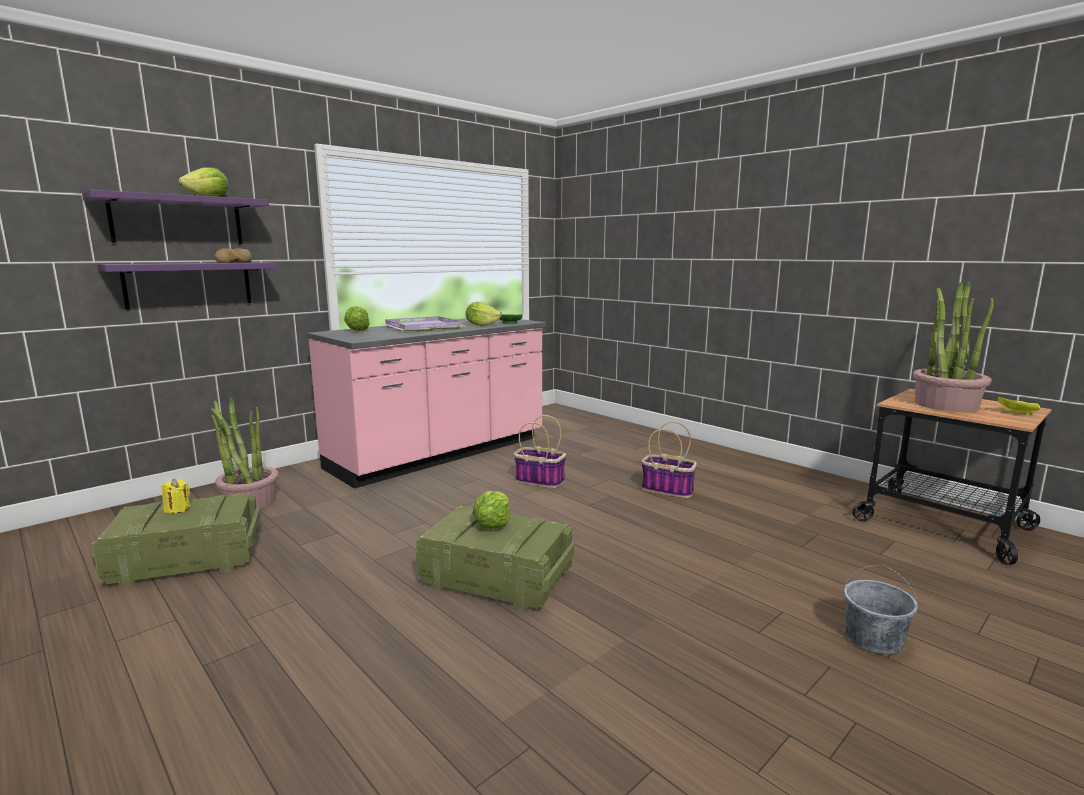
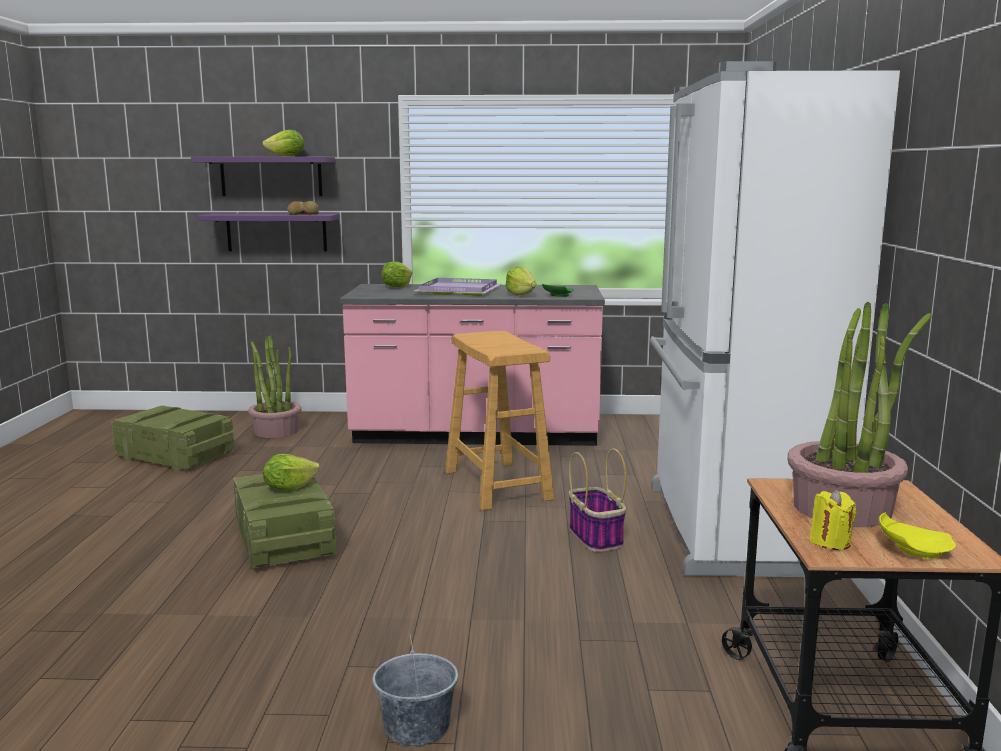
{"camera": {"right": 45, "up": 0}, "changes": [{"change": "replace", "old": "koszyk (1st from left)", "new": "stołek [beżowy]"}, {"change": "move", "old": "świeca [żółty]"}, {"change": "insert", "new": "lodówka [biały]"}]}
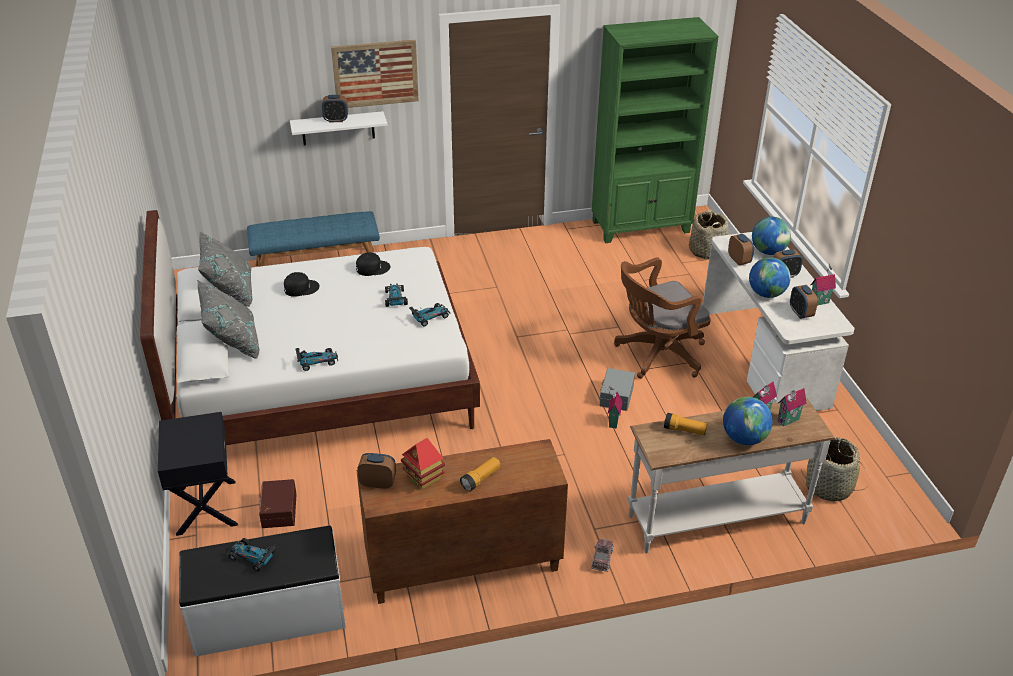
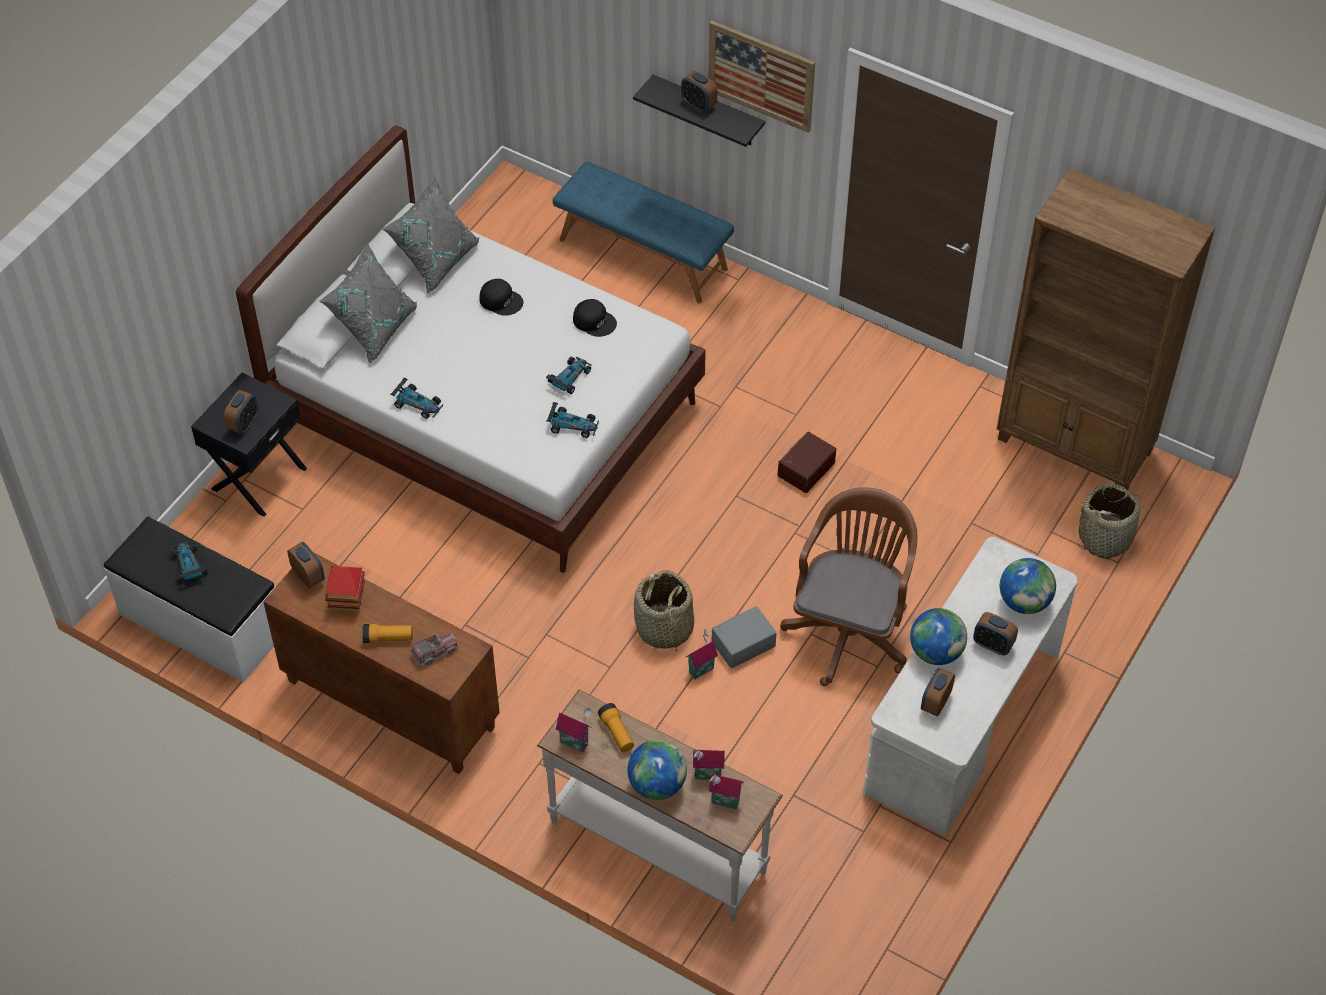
{"camera": {"right": 45, "up": 15}, "changes": [{"change": "recolor", "old": "regał [zielony]", "new": "regał [brązowy]"}, {"change": "recolor", "old": "półka [biały]", "new": "półka [czarny]"}, {"change": "move", "old": "budzik (3rd from left in the first image)", "new": "budzik (1st from left)"}, {"change": "rotate", "old": "krzesło biurowe [brązowy]", "degrees": 90}, {"change": "move", "old": "domek (5th from left in the first image)", "new": "domek (2nd from left)"}, {"change": "move", "old": "koszyk (2nd from left in the first image)", "new": "koszyk (1st from left)"}, {"change": "move", "old": "pojemnik do przechowywania [brązowy]"}, {"change": "move", "old": "ciężarówka zabawkowa"}]}
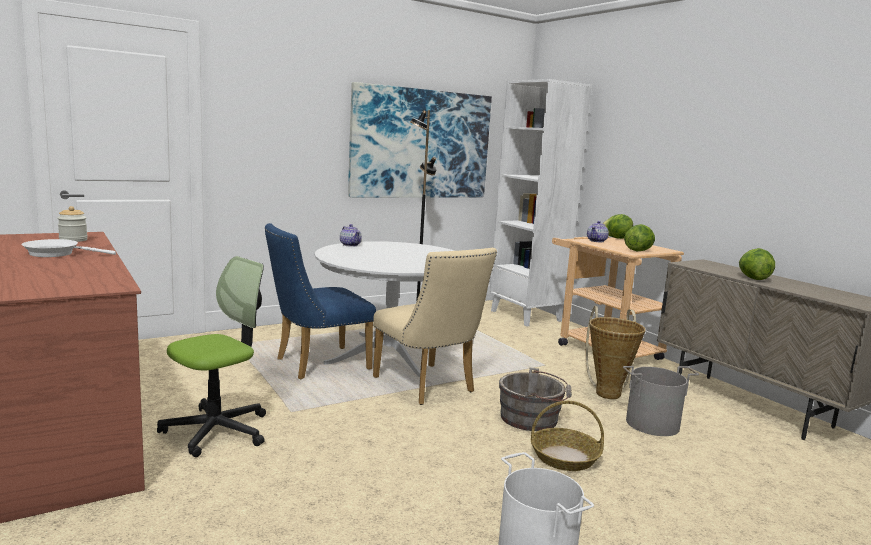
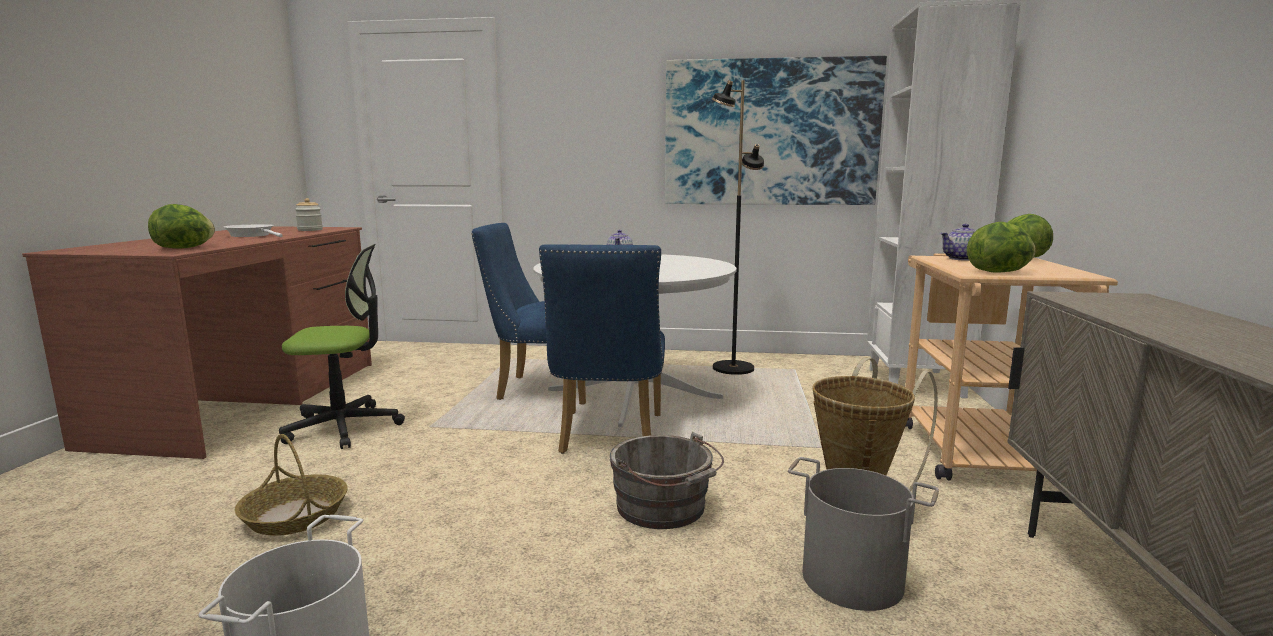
{"camera": {"right": 40, "up": 0}, "changes": [{"change": "recolor", "old": "krzesło [beżowy]", "new": "krzesło [niebieski] (2nd from left)"}, {"change": "move", "old": "sałata (3rd from left in the first image)", "new": "sałata (1st from left)"}, {"change": "move", "old": "koszyk (1st from left)"}]}
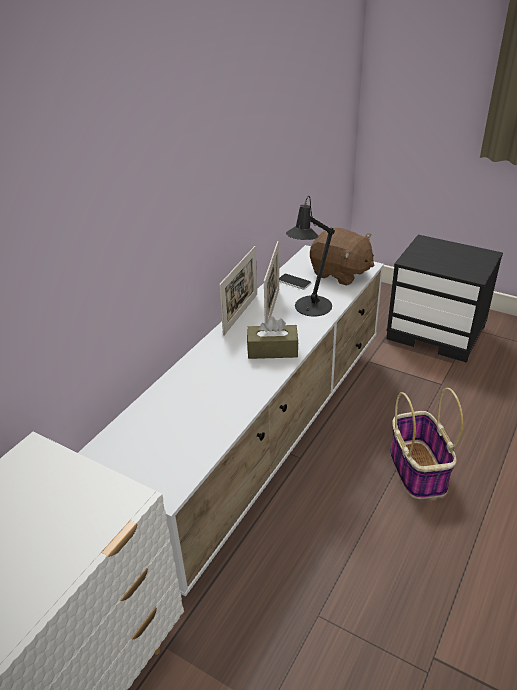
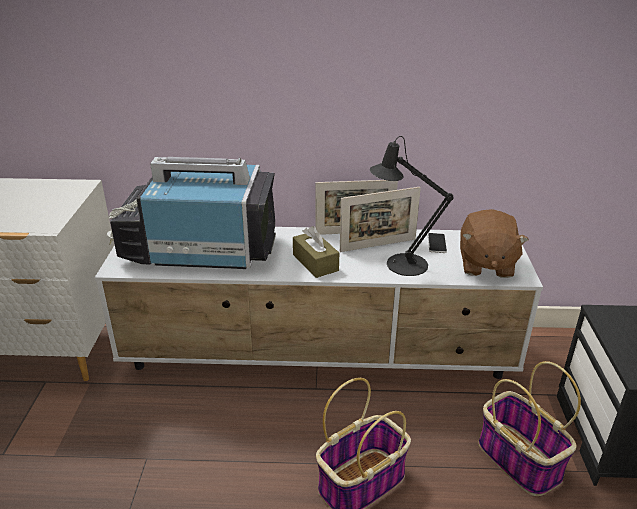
{"camera": {"right": 60, "up": -5}, "changes": [{"change": "insert", "new": "telewizor"}, {"change": "insert", "new": "koszyk (2nd from left)"}]}
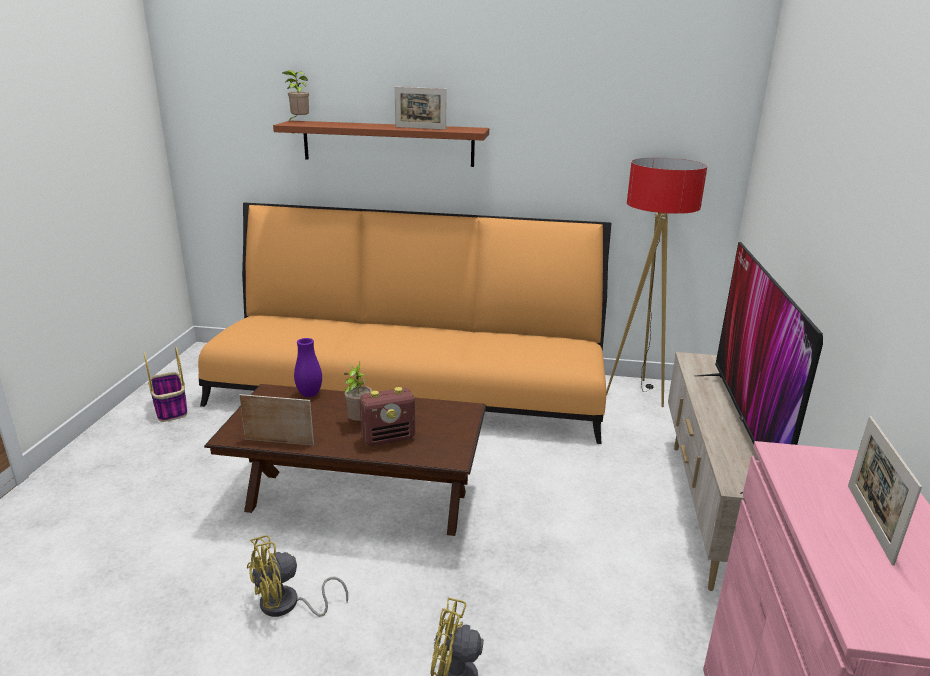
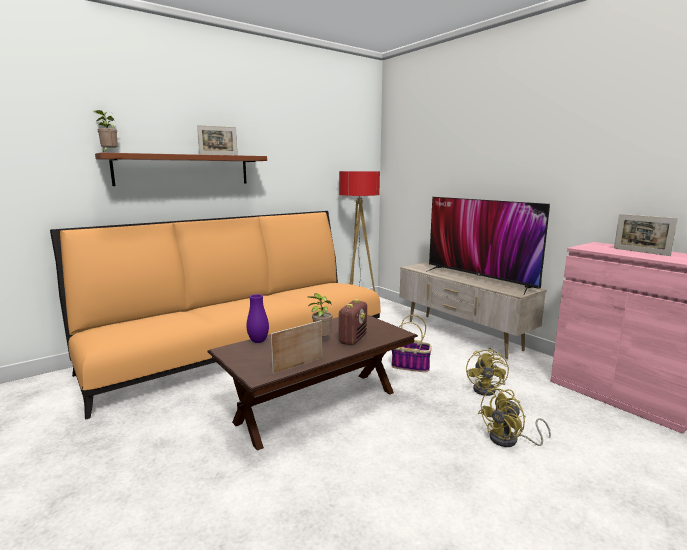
{"camera": {"right": -45, "up": -10}, "changes": [{"change": "move", "old": "koszyk"}, {"change": "move", "old": "wentylator [żółty] (1st from left)"}]}
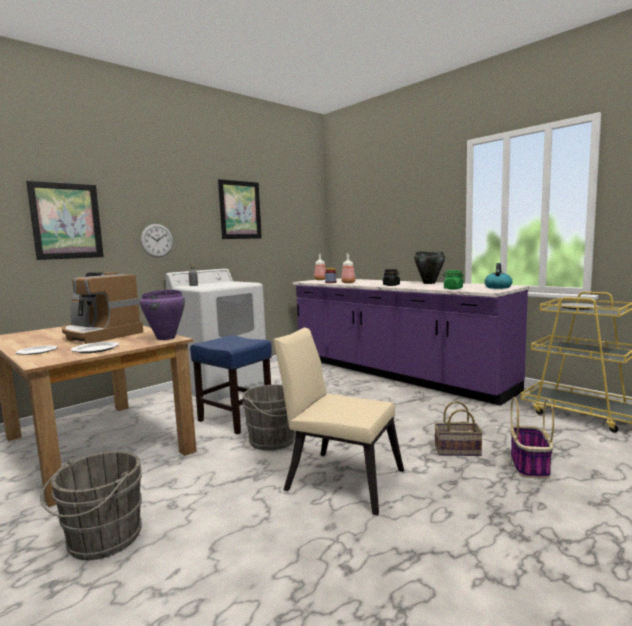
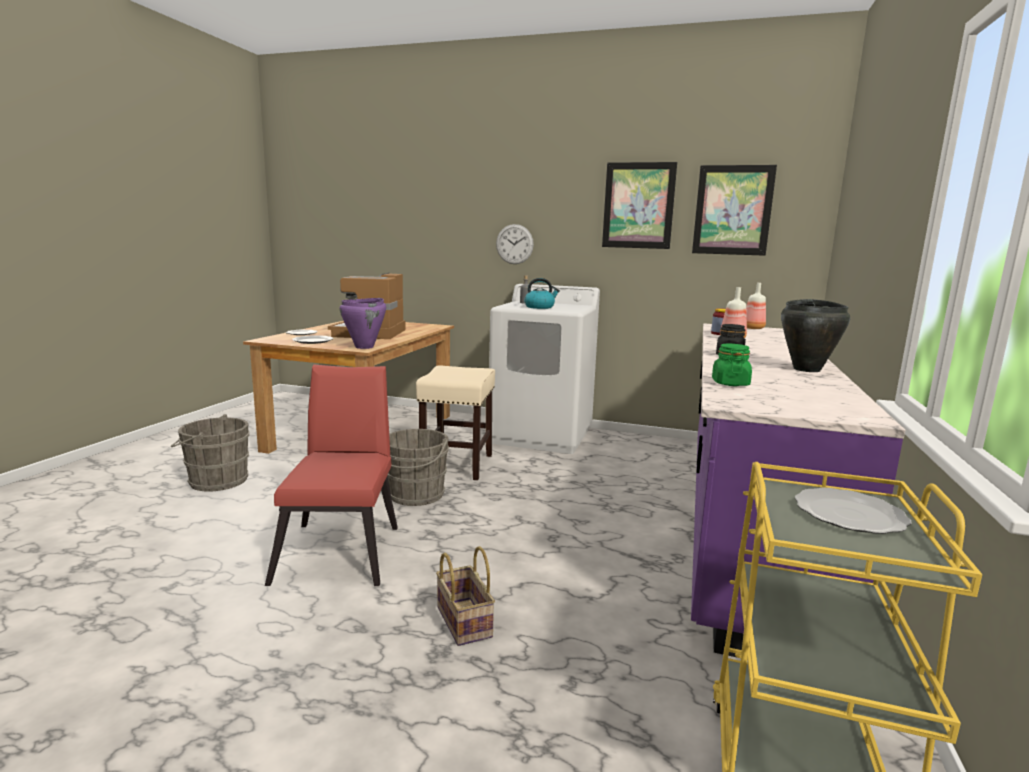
{"camera": {"right": 60, "up": 5}, "changes": [{"change": "move", "old": "obraz (1st from left in the first image)", "new": "obraz (2nd from left)"}, {"change": "move", "old": "czajnik"}, {"change": "recolor", "old": "krzesło [beżowy]", "new": "krzesło [czerwony]"}, {"change": "recolor", "old": "stołek [niebieski]", "new": "stołek [beżowy]"}, {"change": "delete", "old": "koszyk (2nd from left)"}]}
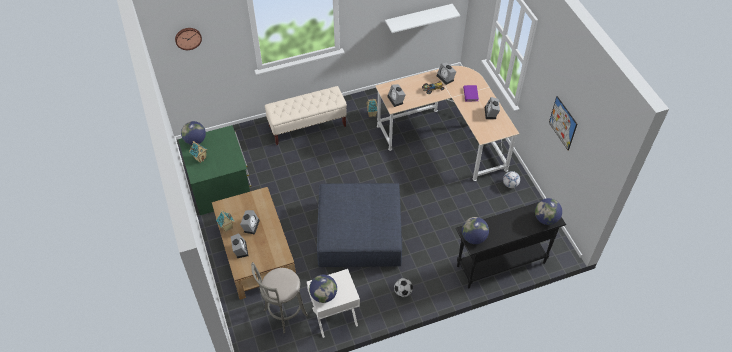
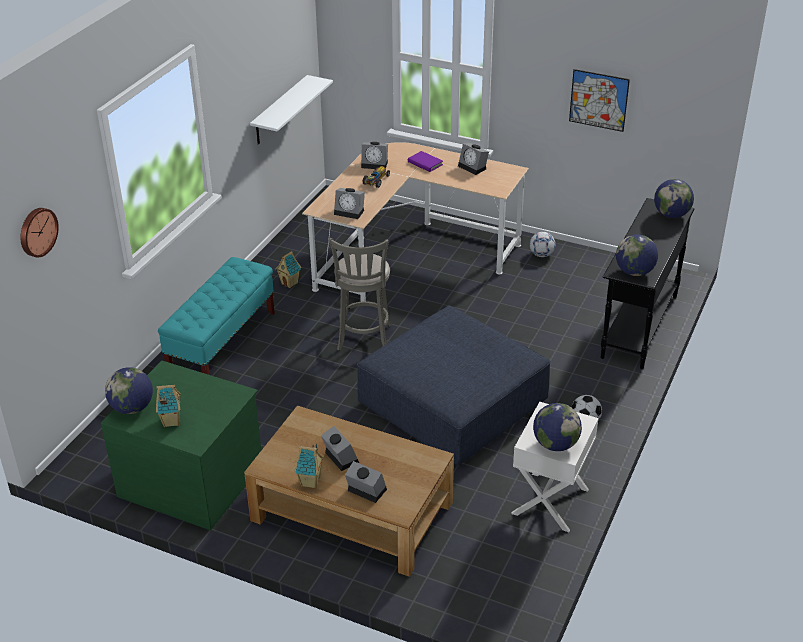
{"camera": {"right": -45, "up": -15}, "changes": [{"change": "recolor", "old": "ławka [beżowy]", "new": "ławka [turkusowy]"}, {"change": "move", "old": "stołek [szary]"}]}
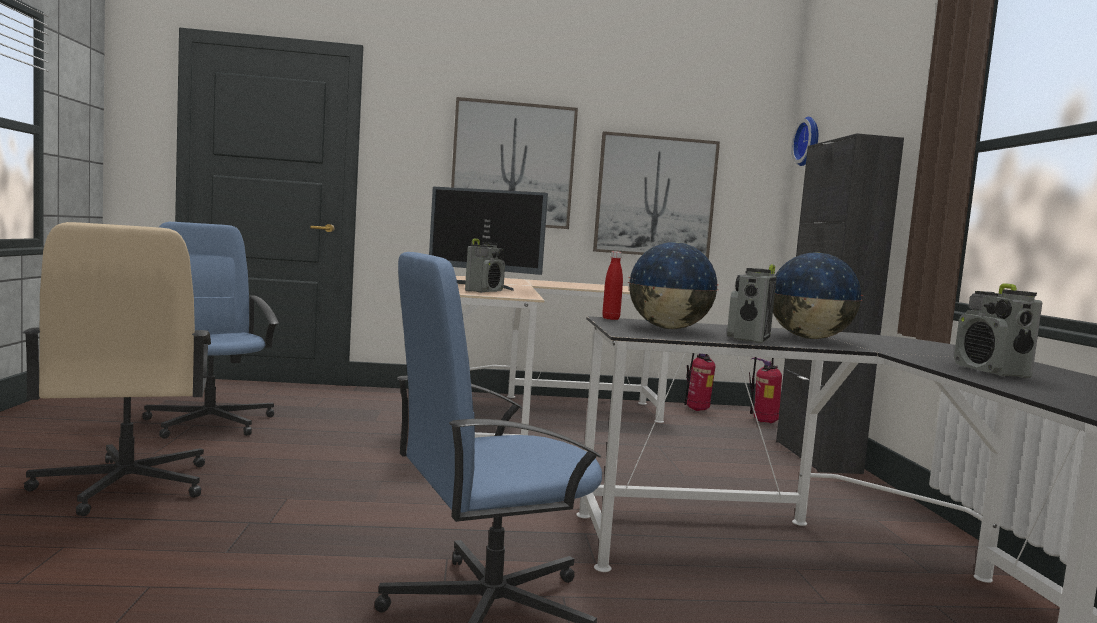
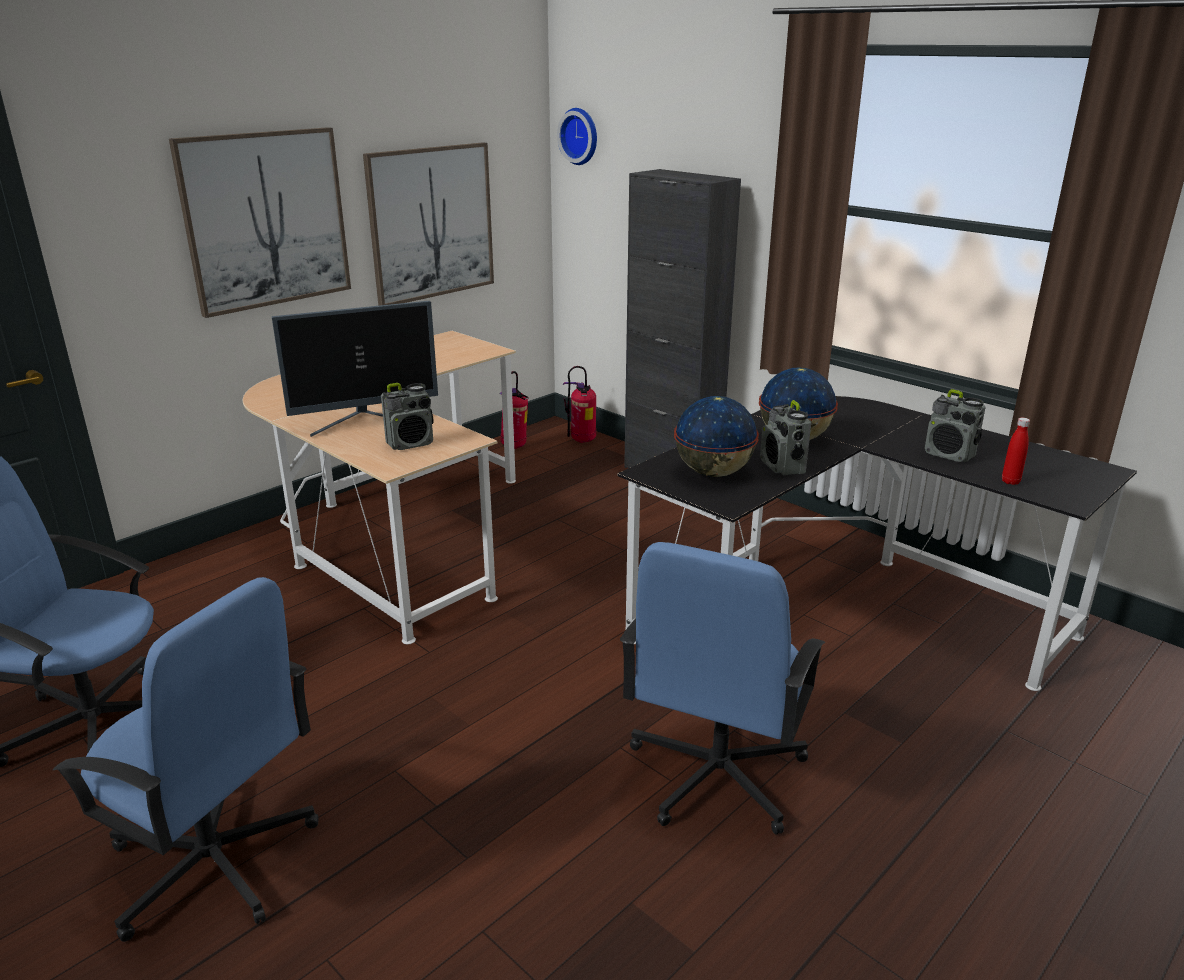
{"camera": {"right": -40, "up": 20}, "changes": [{"change": "recolor", "old": "krzesło biurowe [beżowy]", "new": "krzesło biurowe [niebieski] (2nd from left)"}, {"change": "rotate", "old": "radio (1st from left)", "degrees": 75}, {"change": "move", "old": "butelka [czerwony]"}]}
